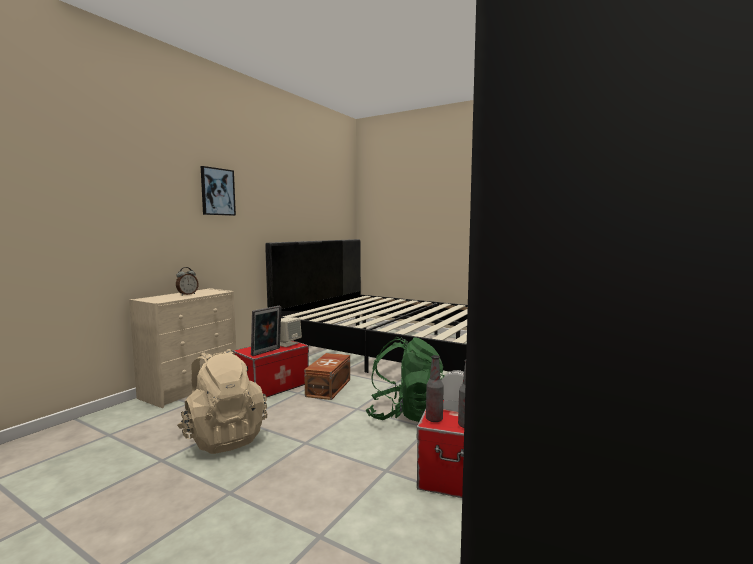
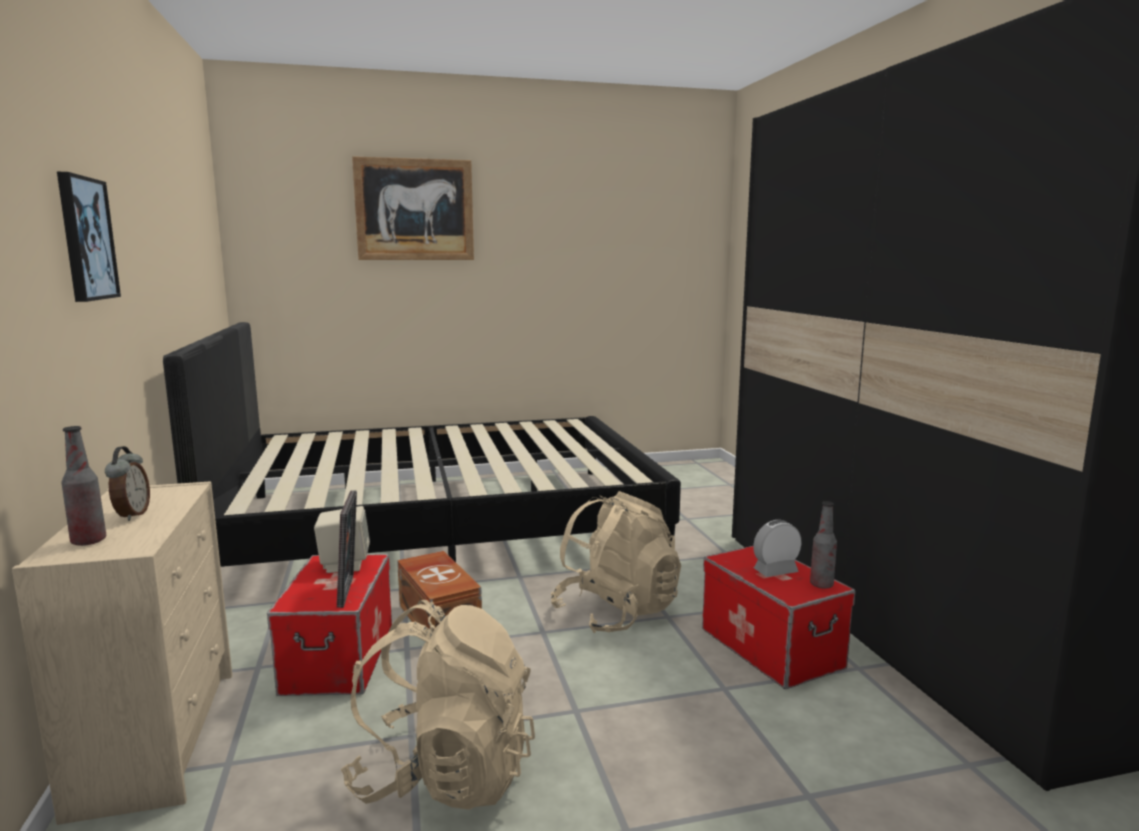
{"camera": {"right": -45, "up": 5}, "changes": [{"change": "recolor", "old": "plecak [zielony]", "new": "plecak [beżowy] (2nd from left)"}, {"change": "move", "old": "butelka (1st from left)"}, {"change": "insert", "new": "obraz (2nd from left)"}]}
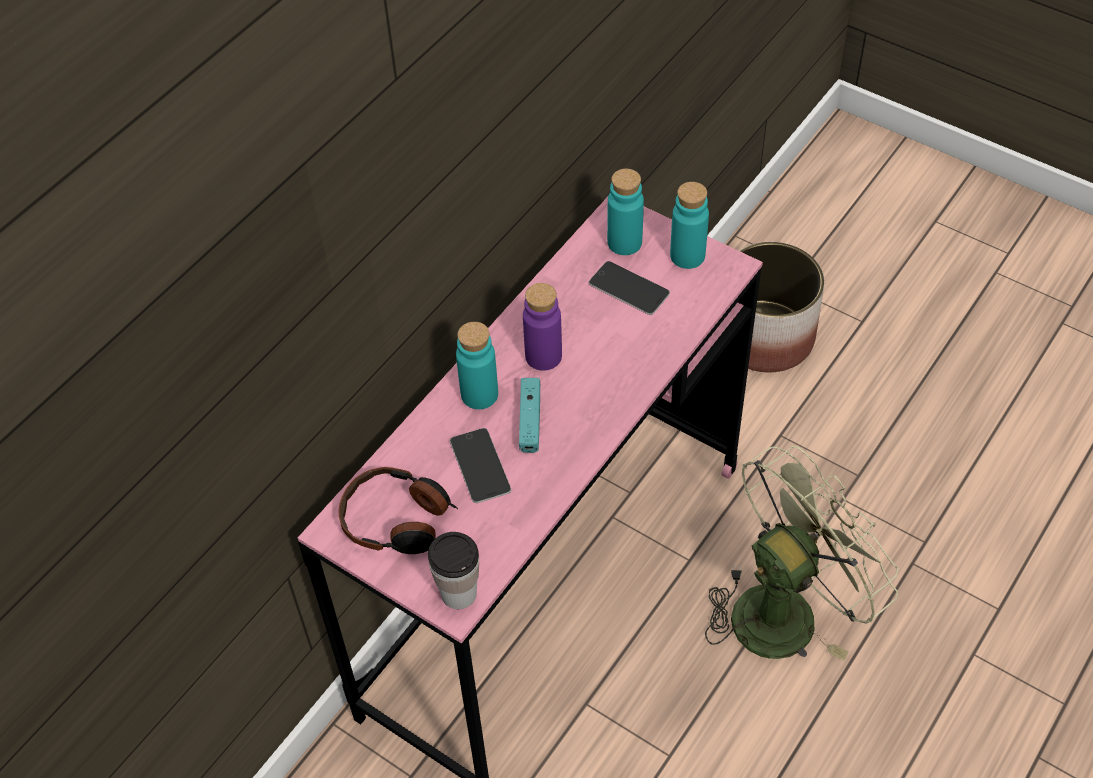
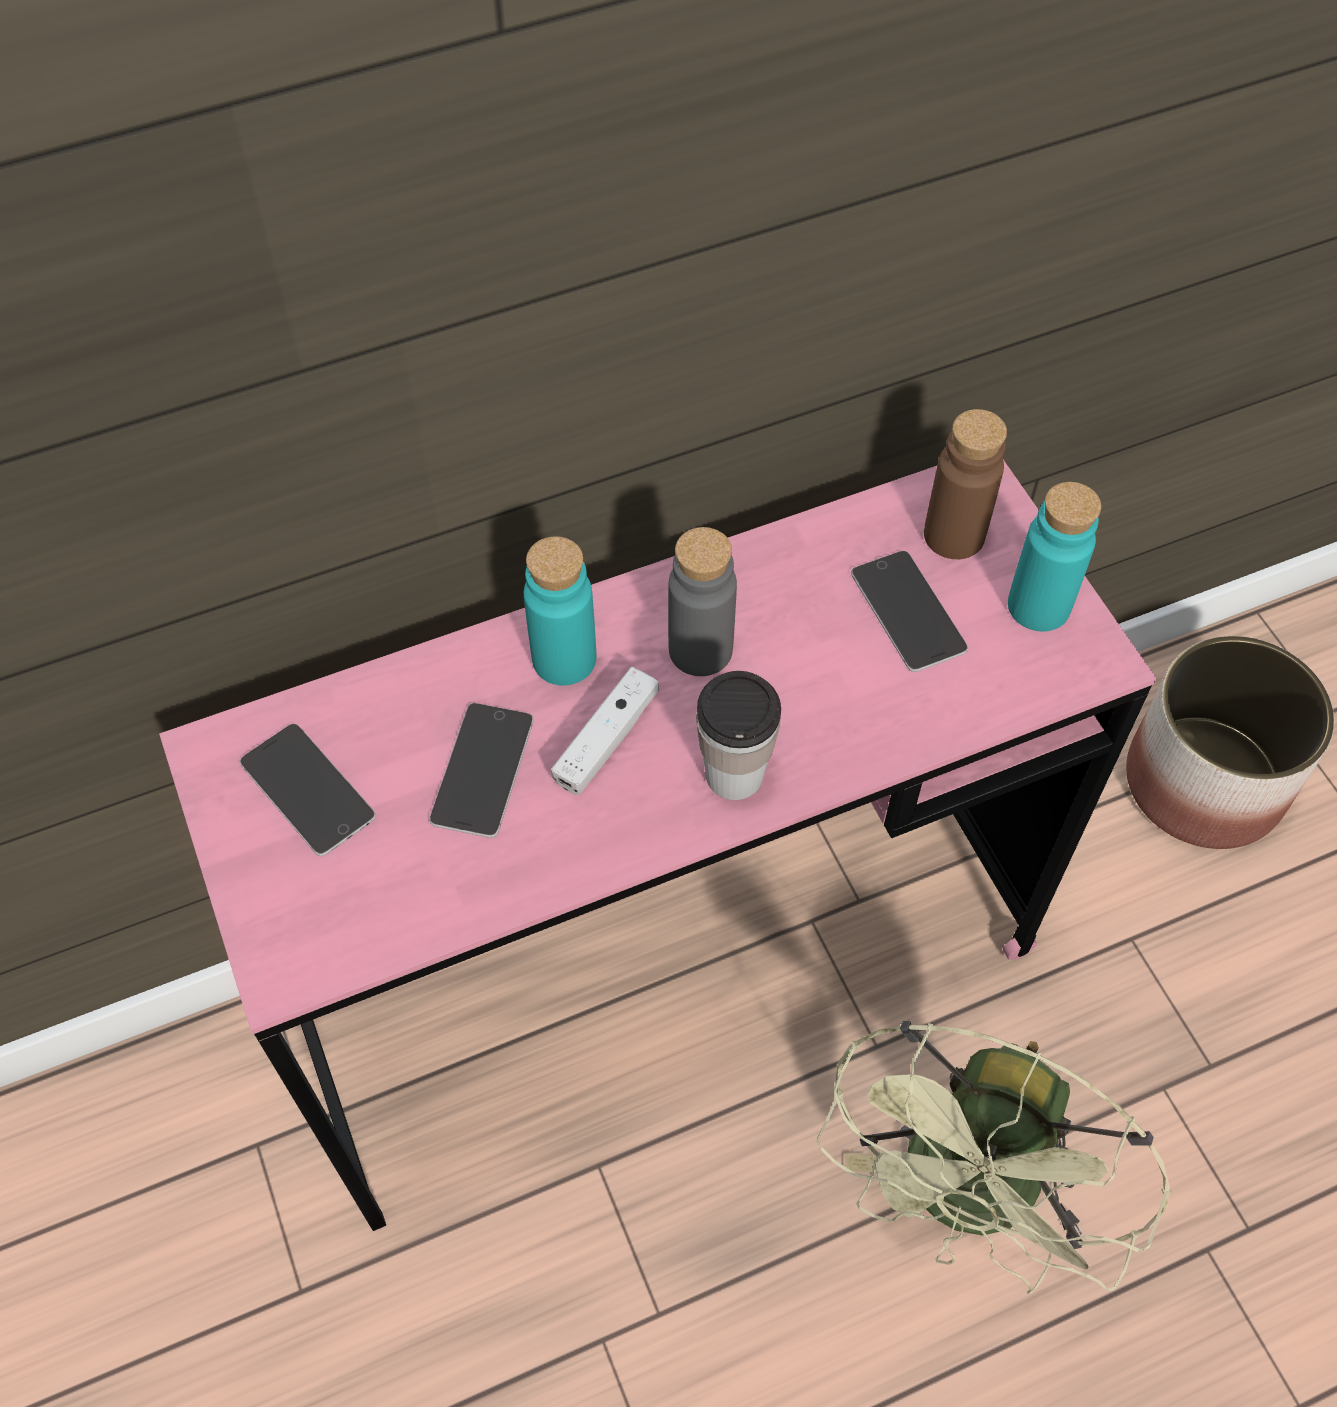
{"camera": {"right": 30, "up": 5}, "changes": [{"change": "recolor", "old": "butelka [turkusowy] (2nd from left)", "new": "butelka [brązowy]"}, {"change": "recolor", "old": "butelka [fioletowy]", "new": "butelka [szary]"}, {"change": "recolor", "old": "pad do gier [turkusowy]", "new": "pad do gier [biały]"}, {"change": "rotate", "old": "wentylator [zielony]", "degrees": 120}, {"change": "replace", "old": "słuchawki", "new": "telefon (1st from left)"}, {"change": "move", "old": "filiżanka"}]}
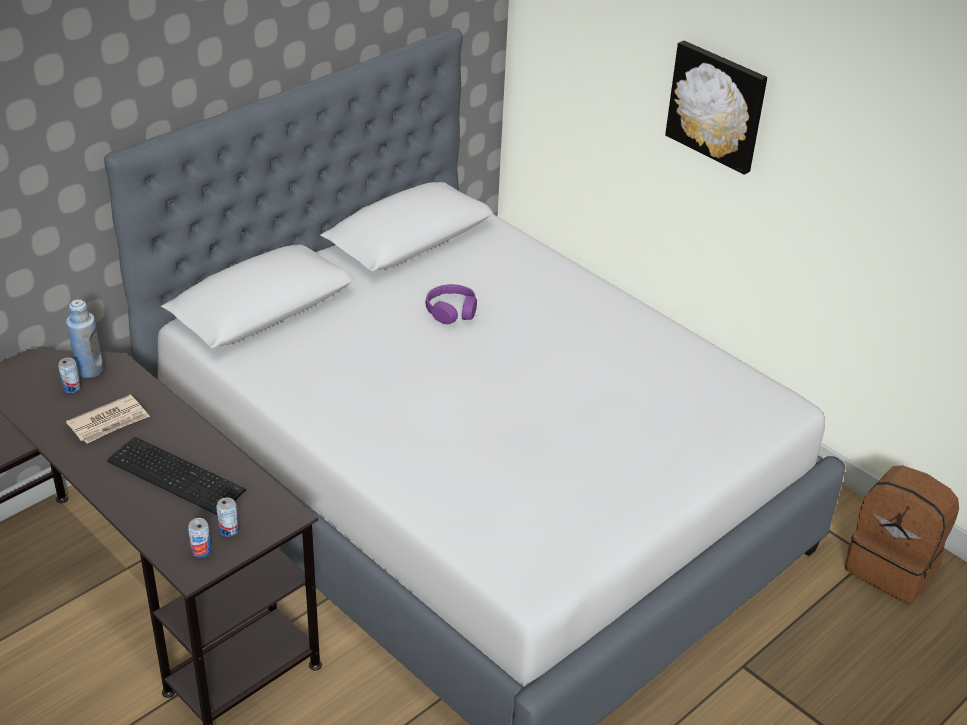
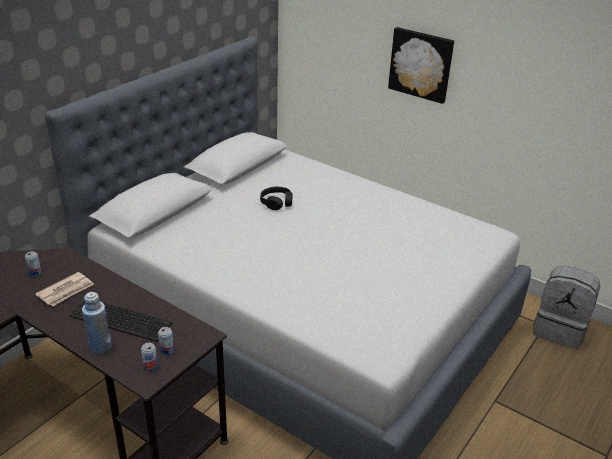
{"camera": {"right": -10, "up": -5}, "changes": [{"change": "recolor", "old": "słuchawki [fioletowy]", "new": "słuchawki [czarny]"}, {"change": "move", "old": "butelka [niebieski]"}, {"change": "recolor", "old": "plecak [brązowy]", "new": "plecak [szary]"}]}
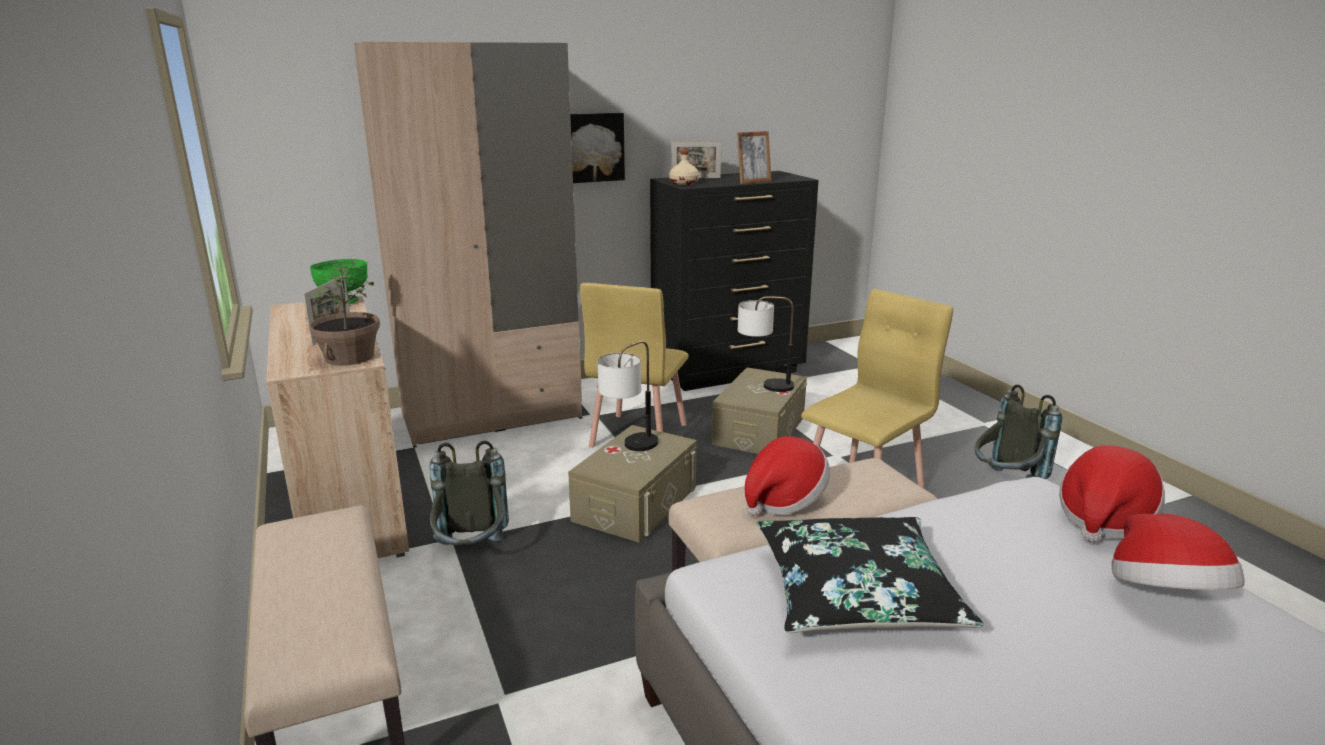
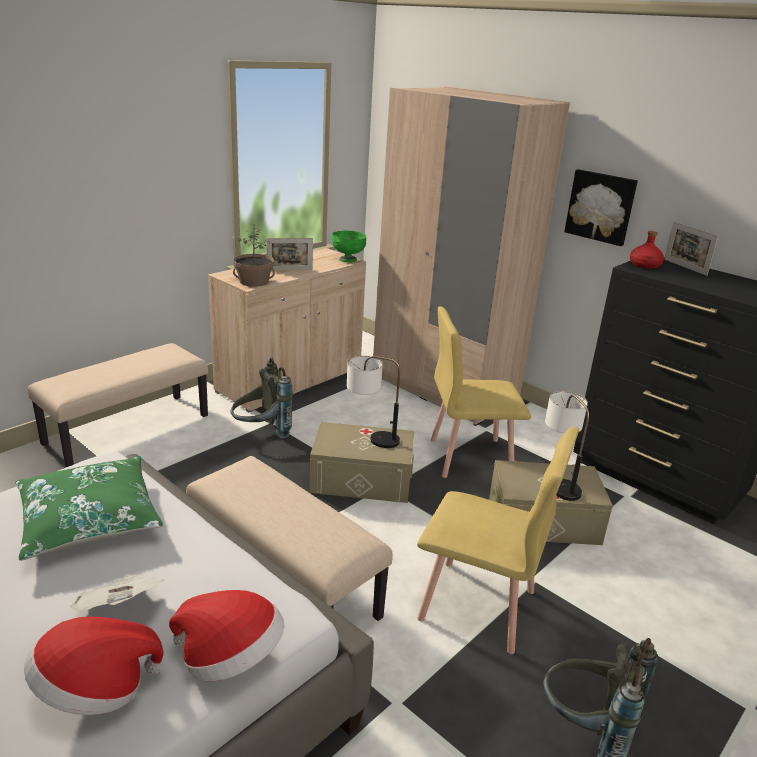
{"camera": {"right": 65, "up": 5}, "changes": [{"change": "delete", "old": "ramka na zdjęcie (3rd from left)"}, {"change": "recolor", "old": "butelka [beżowy]", "new": "butelka [czerwony]"}, {"change": "delete", "old": "kapelusz (1st from left)"}, {"change": "recolor", "old": "poduszka [czarny]", "new": "poduszka [zielony]"}, {"change": "insert", "new": "gazeta"}]}
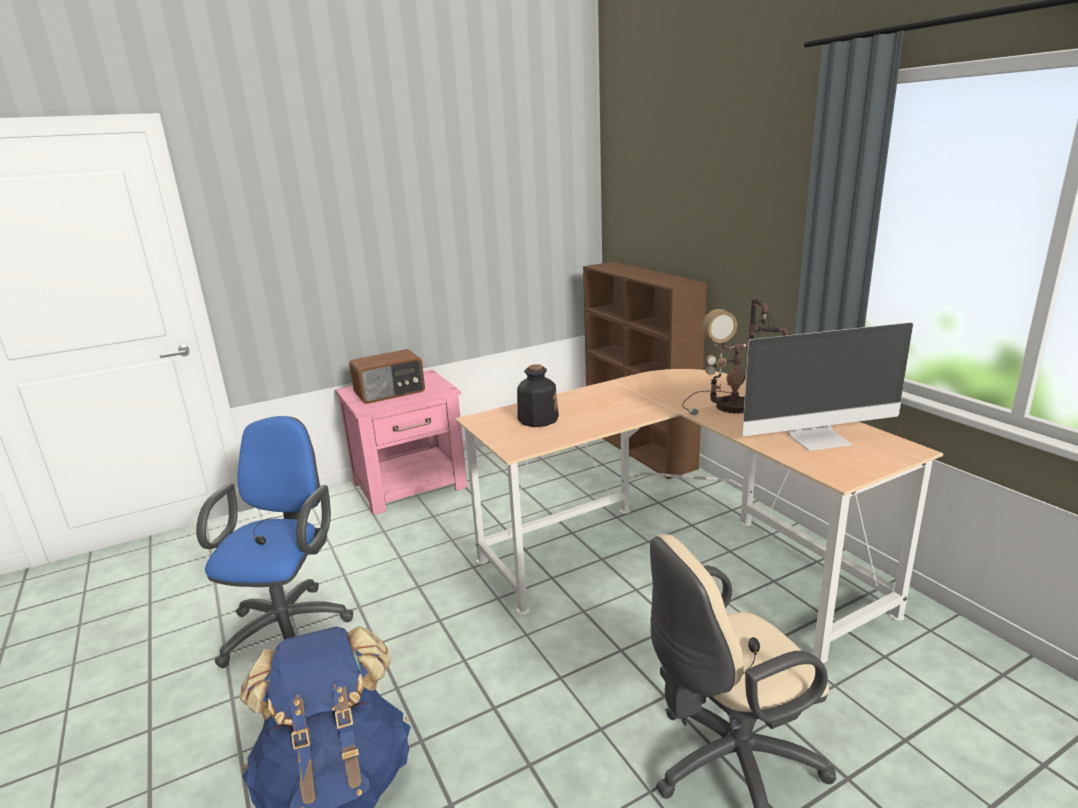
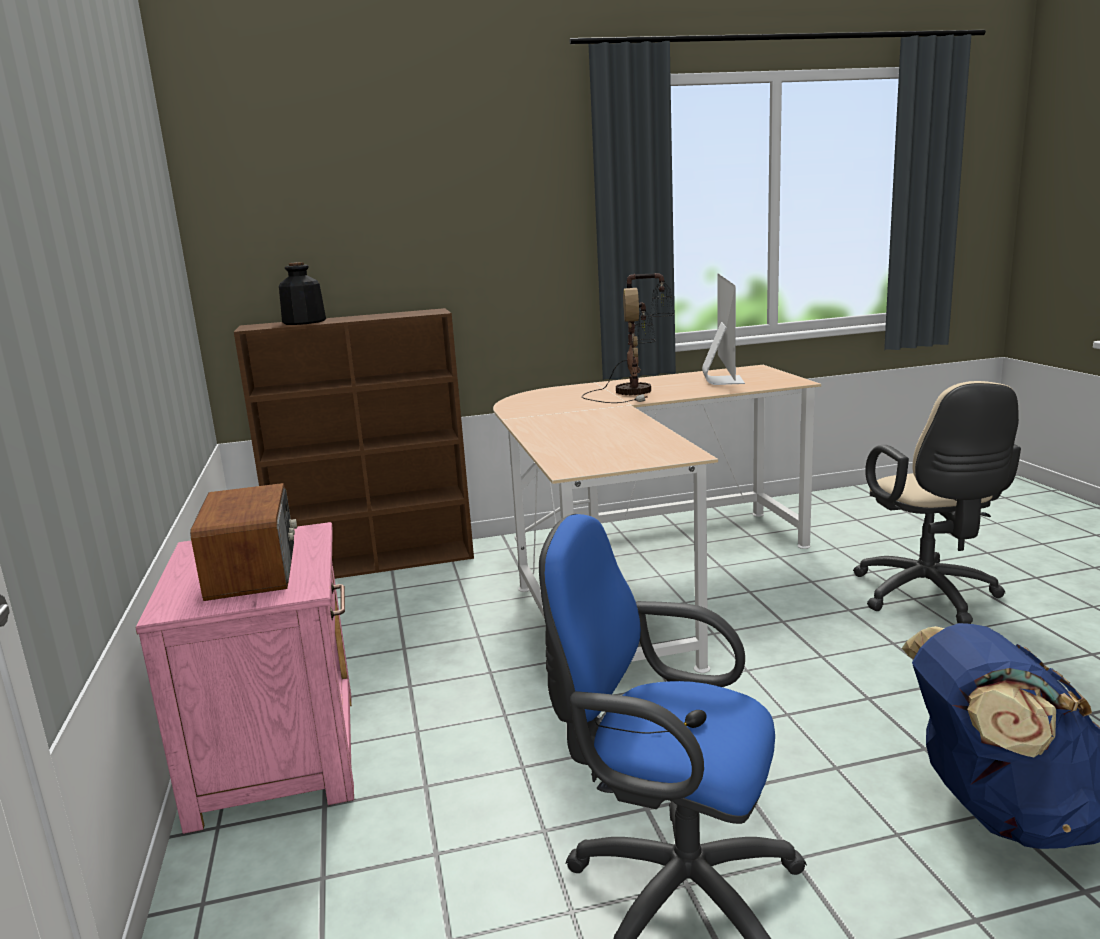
{"camera": {"right": -75, "up": -5}, "changes": [{"change": "move", "old": "butelka"}]}
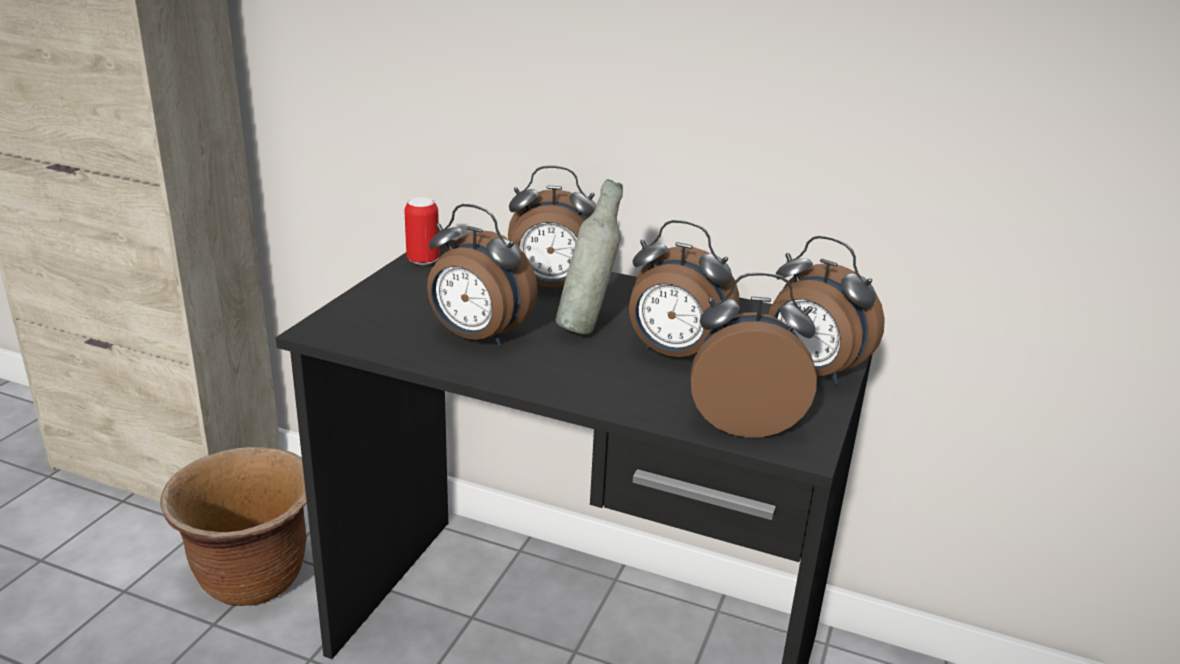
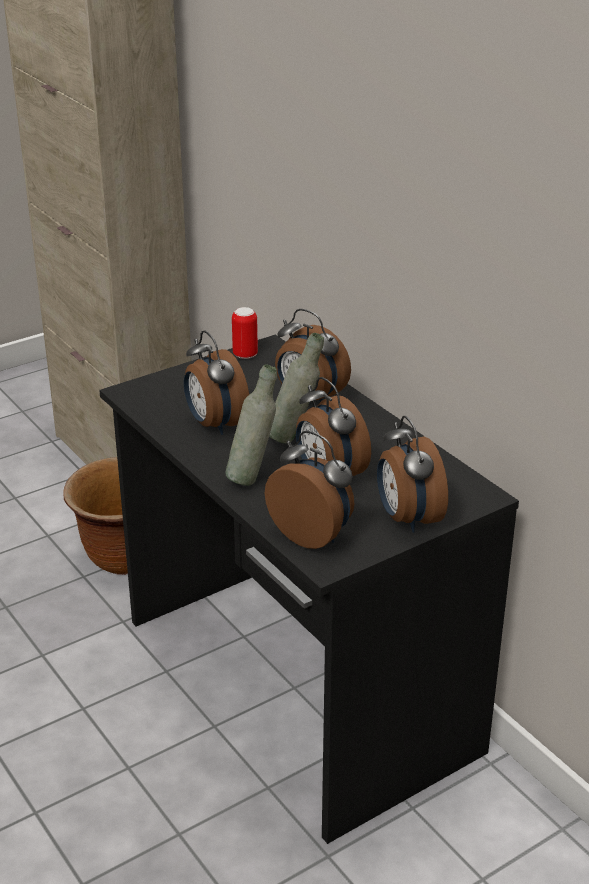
{"camera": {"right": 35, "up": 5}, "changes": [{"change": "insert", "new": "butelka [szary] (1st from left)"}]}
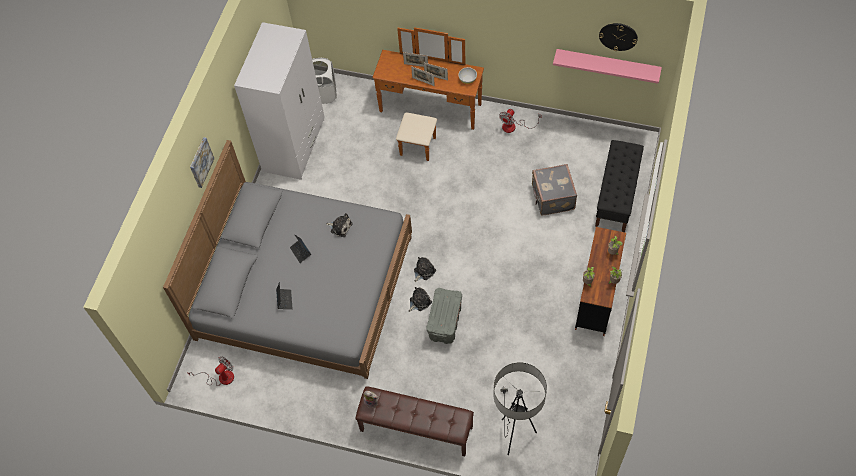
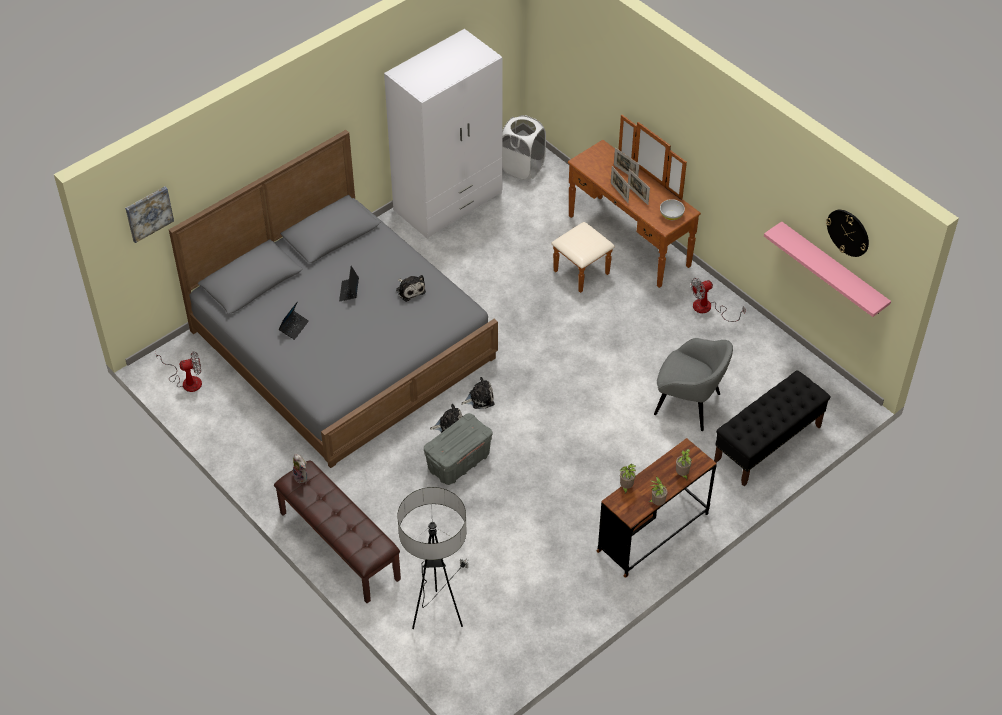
{"camera": {"right": 30, "up": -10}, "changes": [{"change": "move", "old": "obraz"}, {"change": "replace", "old": "walizka [szary]", "new": "fotel [szary]"}]}
